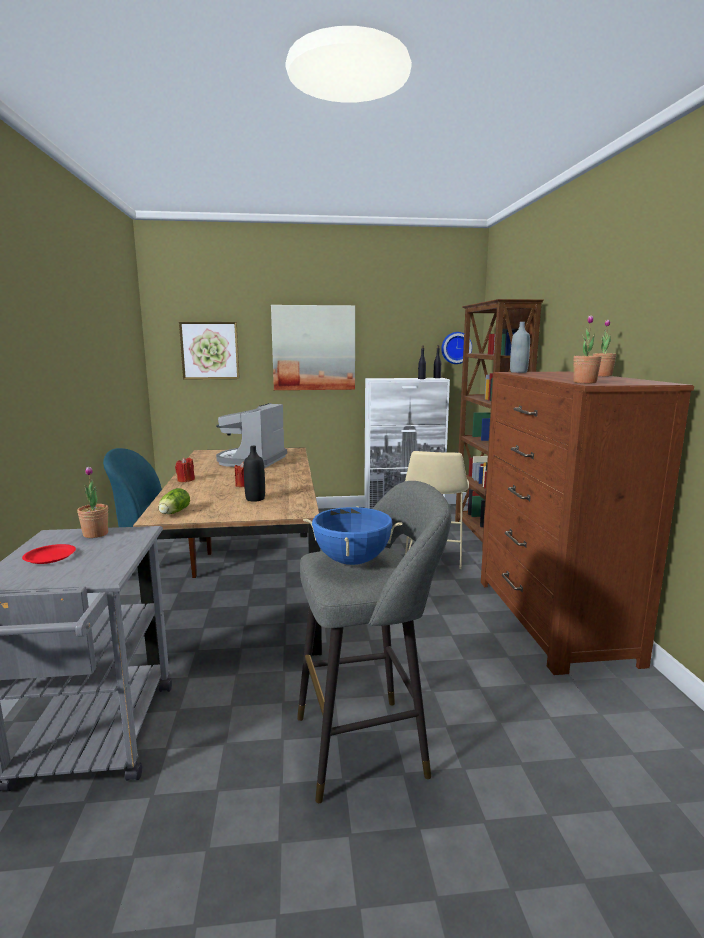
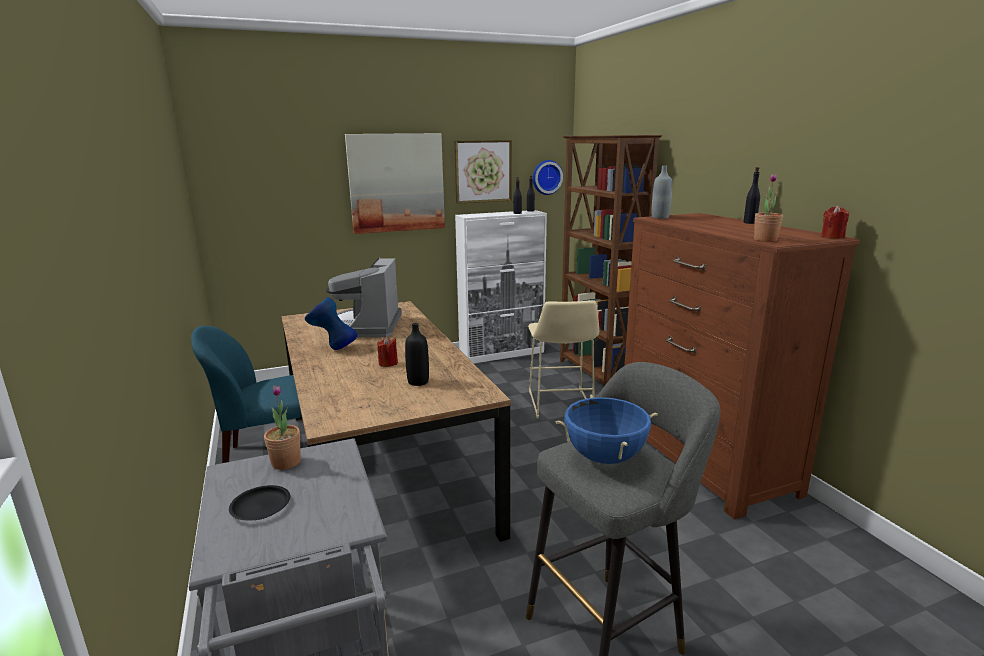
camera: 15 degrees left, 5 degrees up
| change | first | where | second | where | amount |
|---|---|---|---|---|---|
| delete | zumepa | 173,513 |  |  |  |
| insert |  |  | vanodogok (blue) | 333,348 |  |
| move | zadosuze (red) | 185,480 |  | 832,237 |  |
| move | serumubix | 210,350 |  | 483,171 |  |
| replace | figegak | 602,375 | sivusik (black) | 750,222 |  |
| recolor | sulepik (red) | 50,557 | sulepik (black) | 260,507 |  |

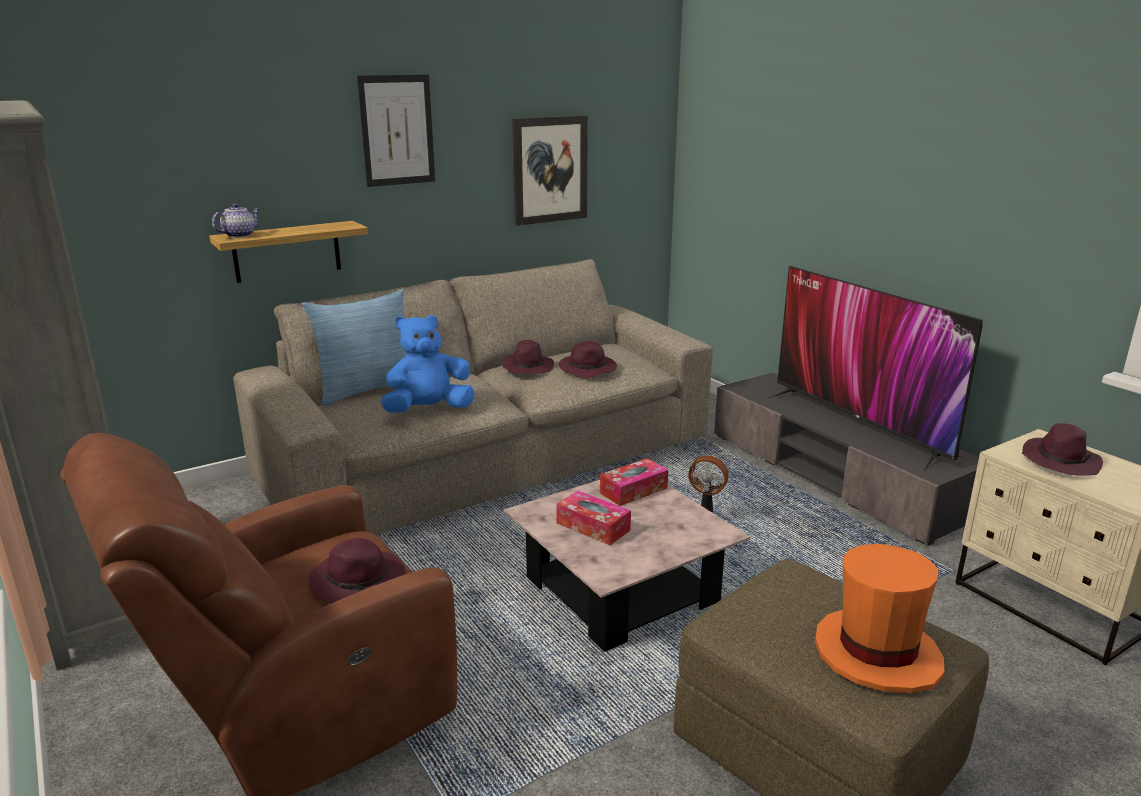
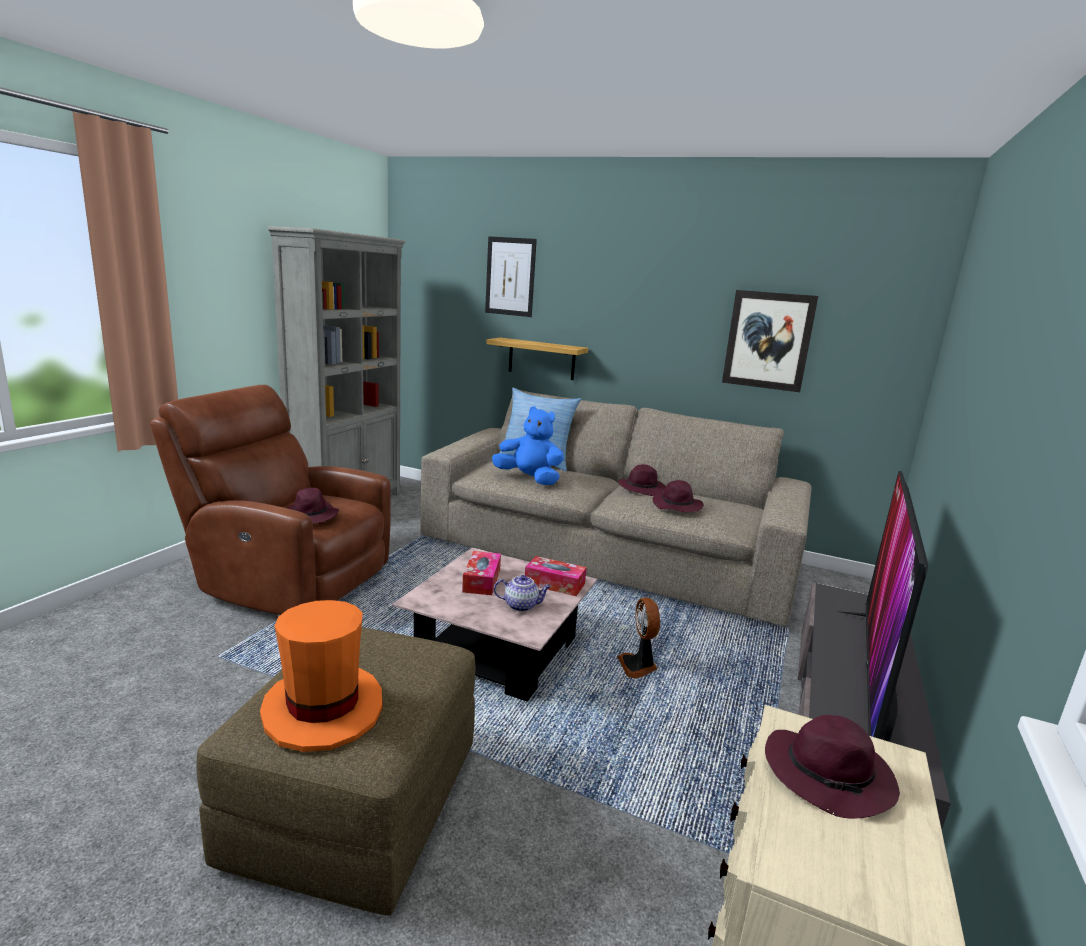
camera: 55 degrees right, 5 degrees down
| change | first | where | second | where | amount |
|---|---|---|---|---|---|
| move | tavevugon | 240,235 |  | 522,605 |  |
| move | serumubix | 397,130 |  | 510,276 |  |

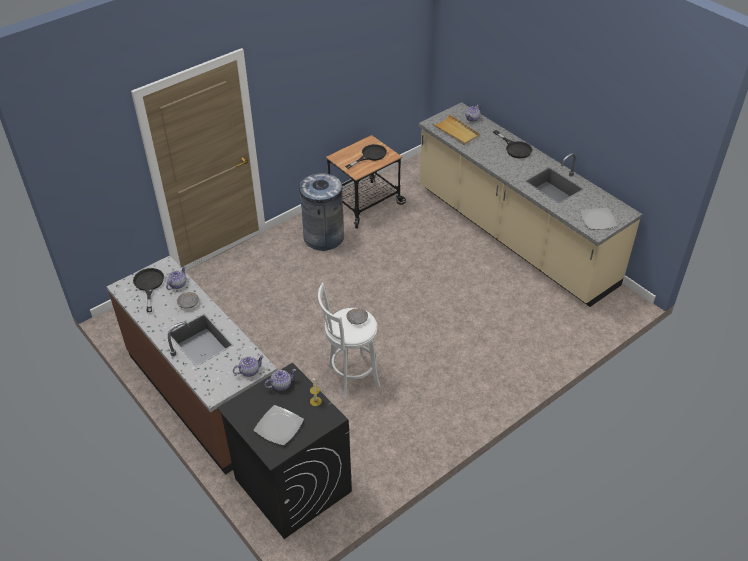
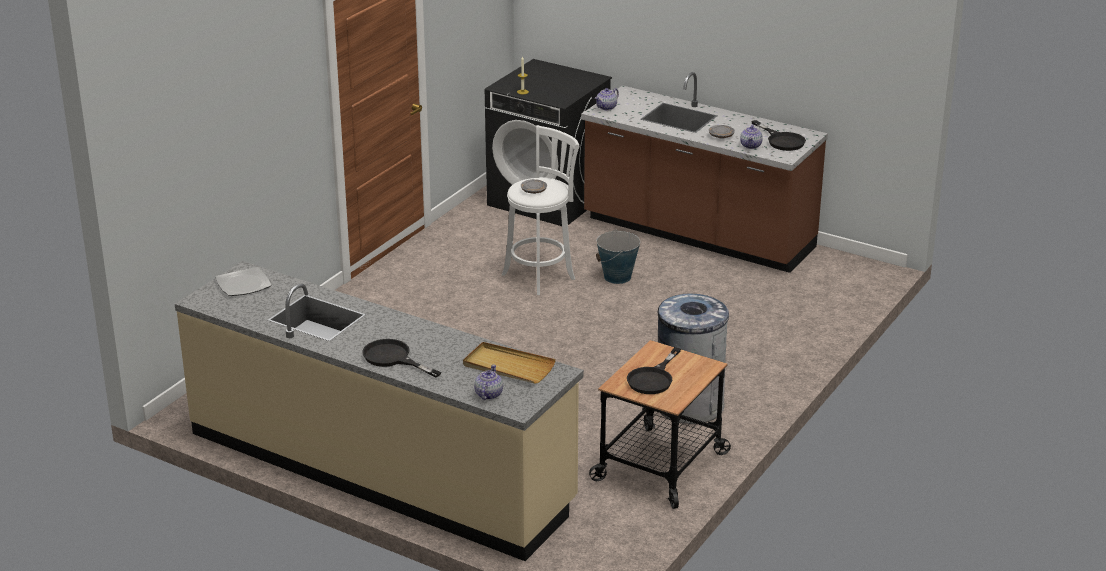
camera: 160 degrees right, 15 degrees down
| change | first | where | second | where | amount |
|---|---|---|---|---|---|
| delete | sulepik | 279,426 |  |  |  |
| delete | tavevugon | 281,385 |  |  |  |
| insert |  |  | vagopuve | 617,277 |  |

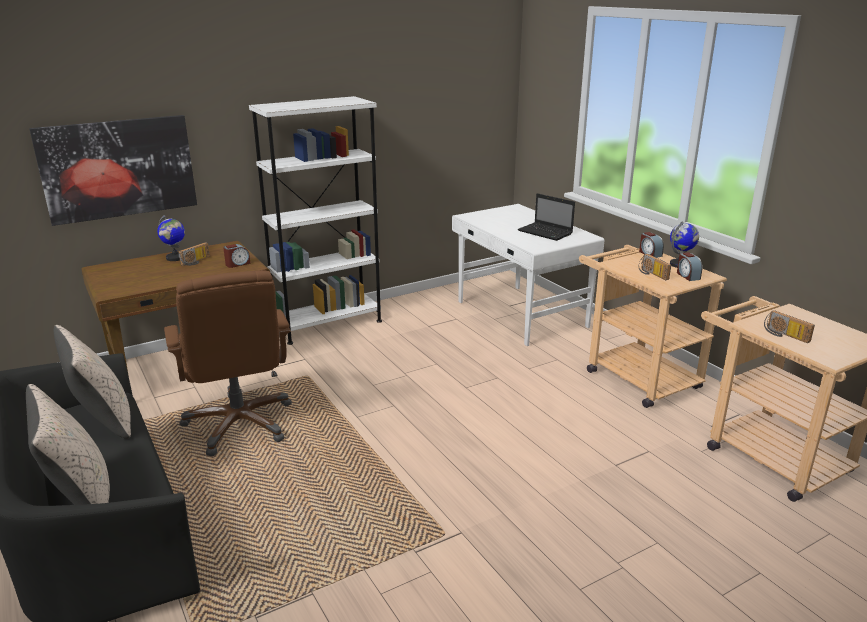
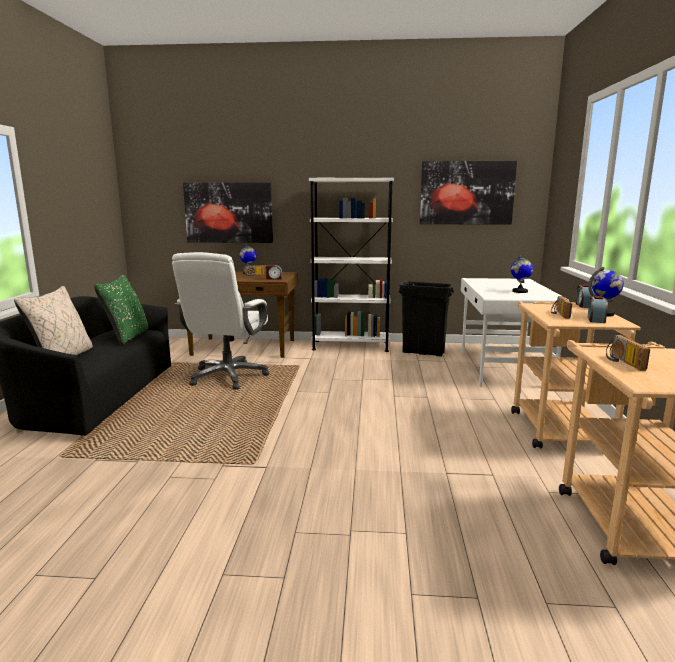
camera: 35 degrees right, 10 degrees down
| change | first | where | second | where | amount |
|---|---|---|---|---|---|
| insert |  |  | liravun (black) | 423,353 |  |
| insert |  |  | serumubix | 466,193 |  |
| replace | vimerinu | 546,232 | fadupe | 519,291 |  |
| recolor | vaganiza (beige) | 103,420 | vaganiza (green) | 127,336 |  |
| recolor | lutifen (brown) | 240,424 | lutifen (white) | 228,376 |  |

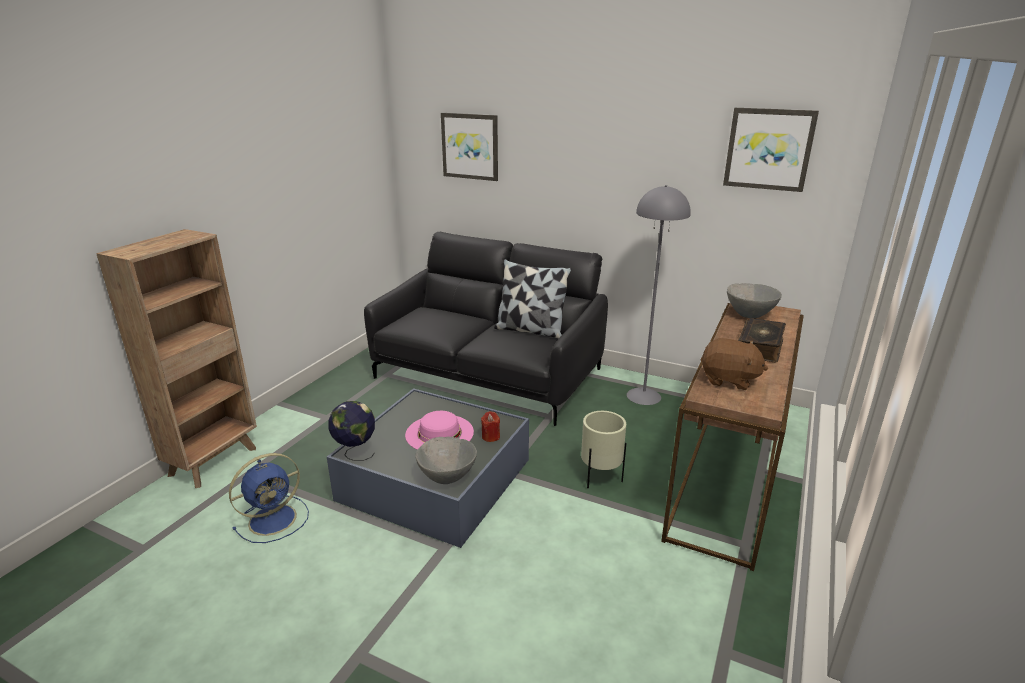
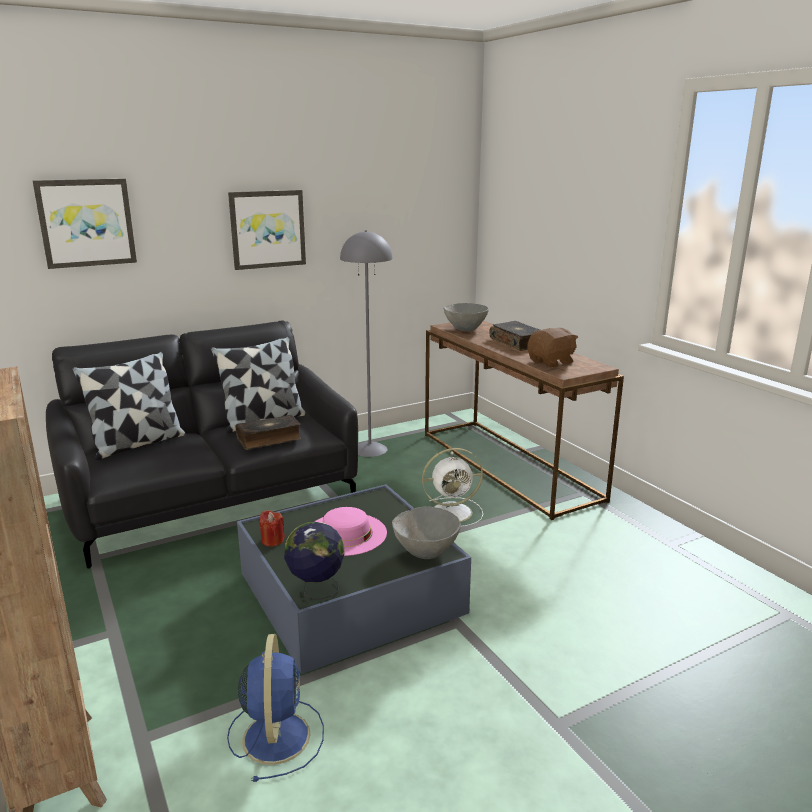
camera: 55 degrees left, 5 degrees down
| change | first | where | second | where | amount |
|---|---|---|---|---|---|
| insert |  |  | vaganiza | 137,444 |  |
| insert |  |  | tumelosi | 269,439 |  |
| move | zadosuze (red) | 490,436 |  | 272,540 |  |
| move | serumubix | 768,149 |  | 267,229 |  |
| replace | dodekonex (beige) | 600,479 | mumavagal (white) | 453,512 |  |

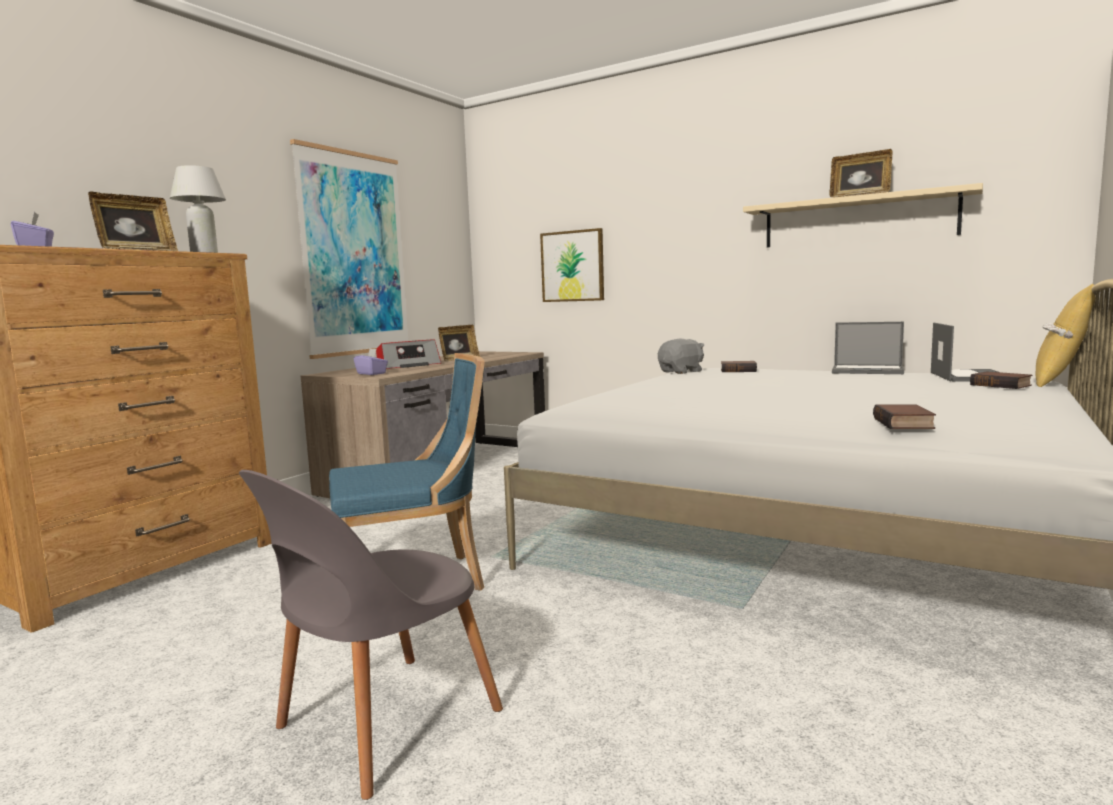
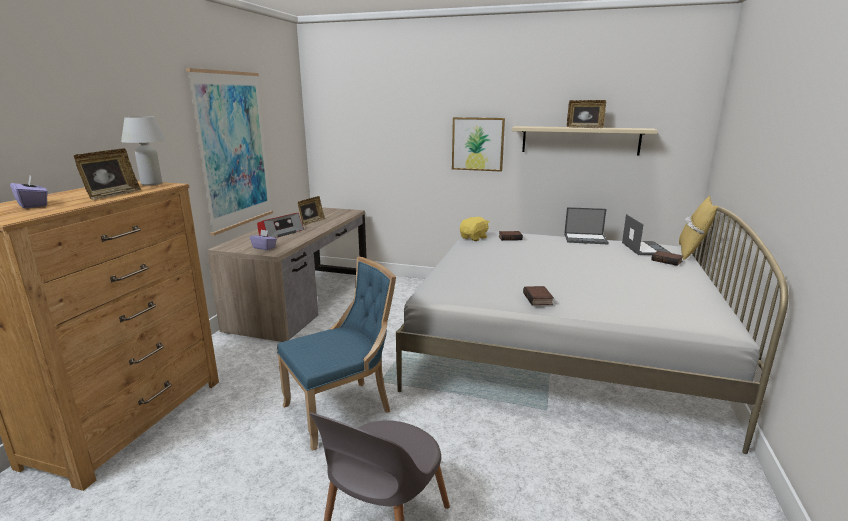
camera: 15 degrees left, 10 degrees up
| change | first | where | second | where | amount |
|---|---|---|---|---|---|
| move | serumubix | 572,266 |  | 477,144 |  |
| move | tumelosi | 905,423 |  | 538,299 |  |
| recolor | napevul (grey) | 681,372 | napevul (yellow) | 474,238 |  |

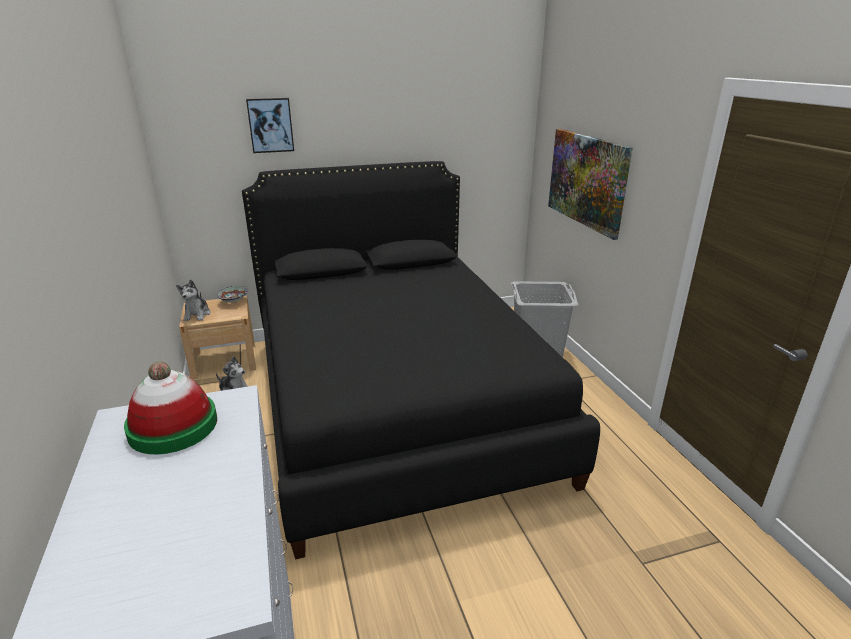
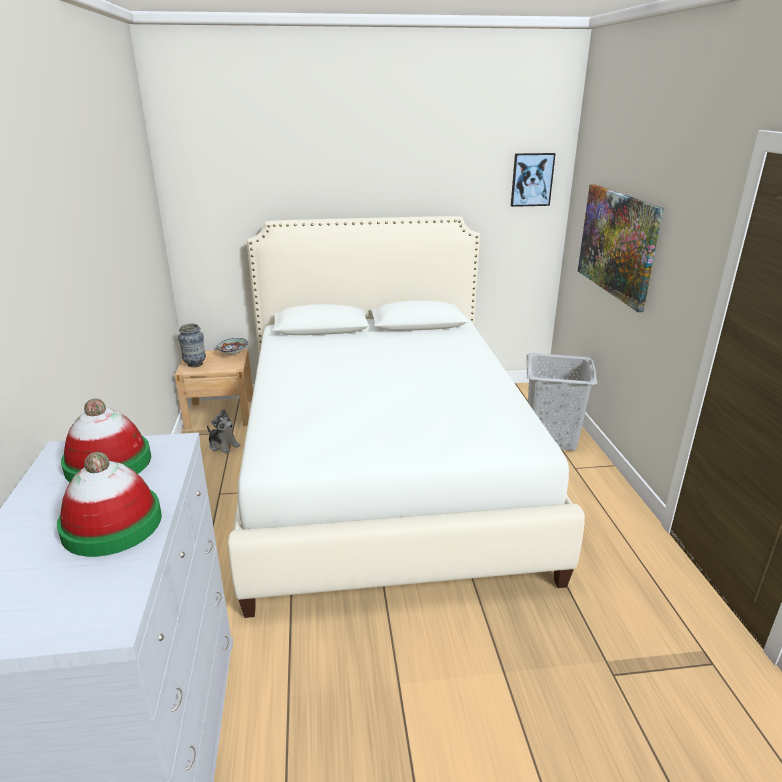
camera: 10 degrees right, 0 degrees up
| change | first | where | second | where | amount |
|---|---|---|---|---|---|
| insert |  |  | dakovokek | 112,524 |  |
| move | serumubix | 270,125 |  | 532,179 |  |
| replace | napevul | 197,314 | vanodogok | 195,364 |  |
| recolor | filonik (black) | 396,401 | filonik (white) | 384,472 |  |

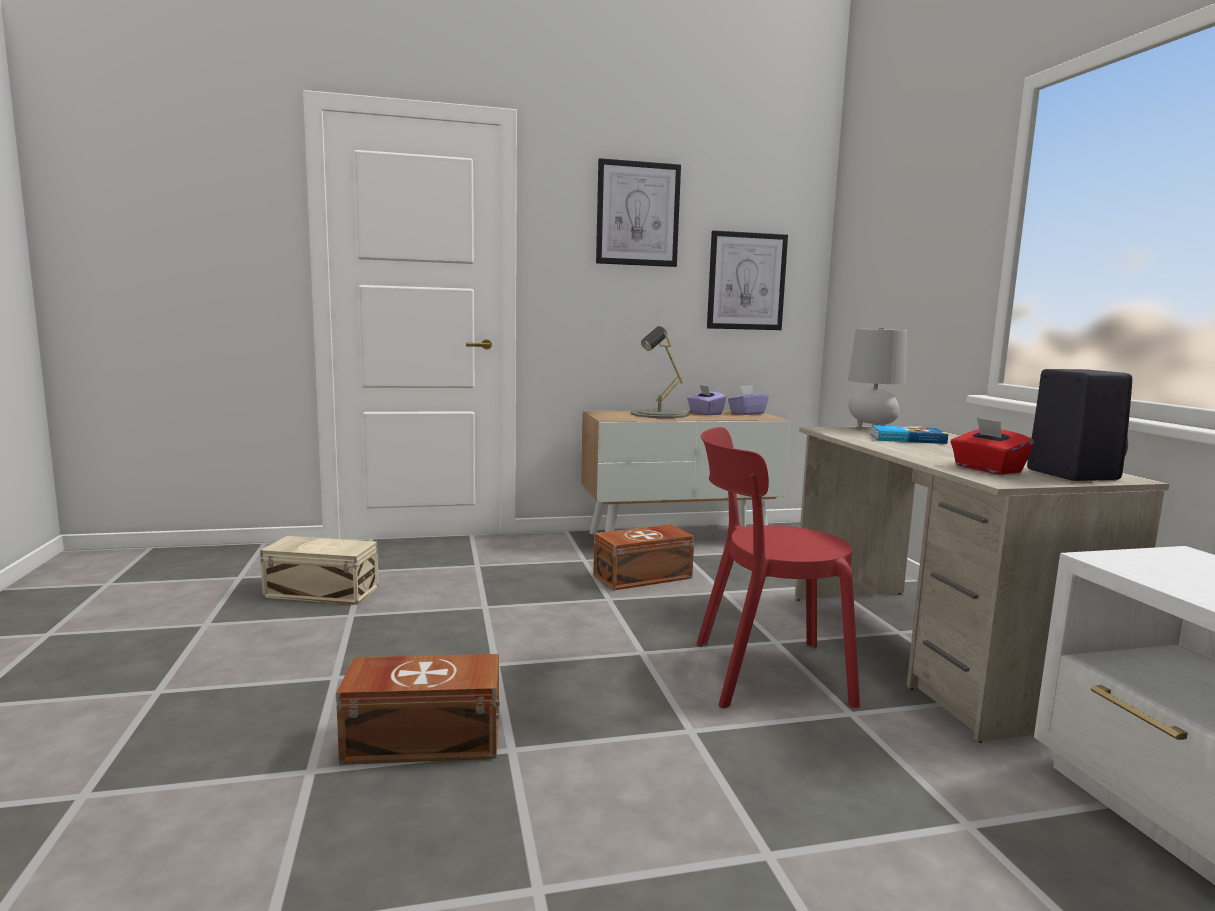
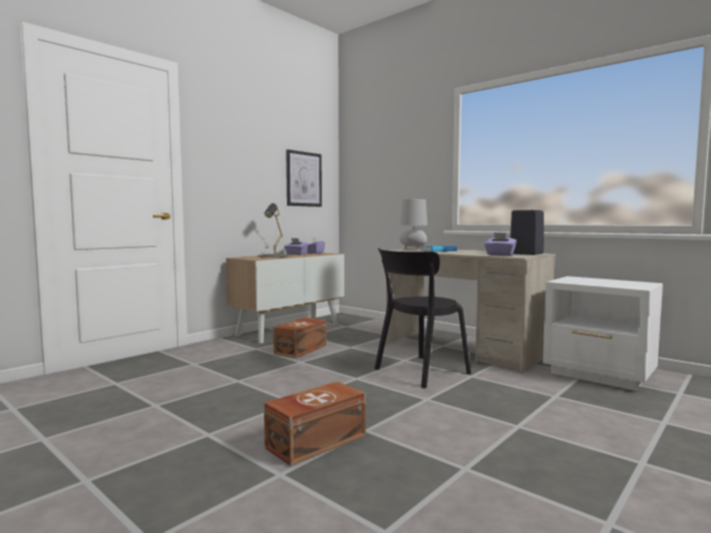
camera: 35 degrees left, 5 degrees down
| change | first | where | second | where | amount |
|---|---|---|---|---|---|
| delete | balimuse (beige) | 321,591 |  |  |  |
| delete | serumubix | 637,214 |  |  |  |
| recolor | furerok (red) | 762,673 | furerok (black) | 418,372 |  |
| recolor | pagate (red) | 987,469 | pagate (purple) | 499,254 |  |

